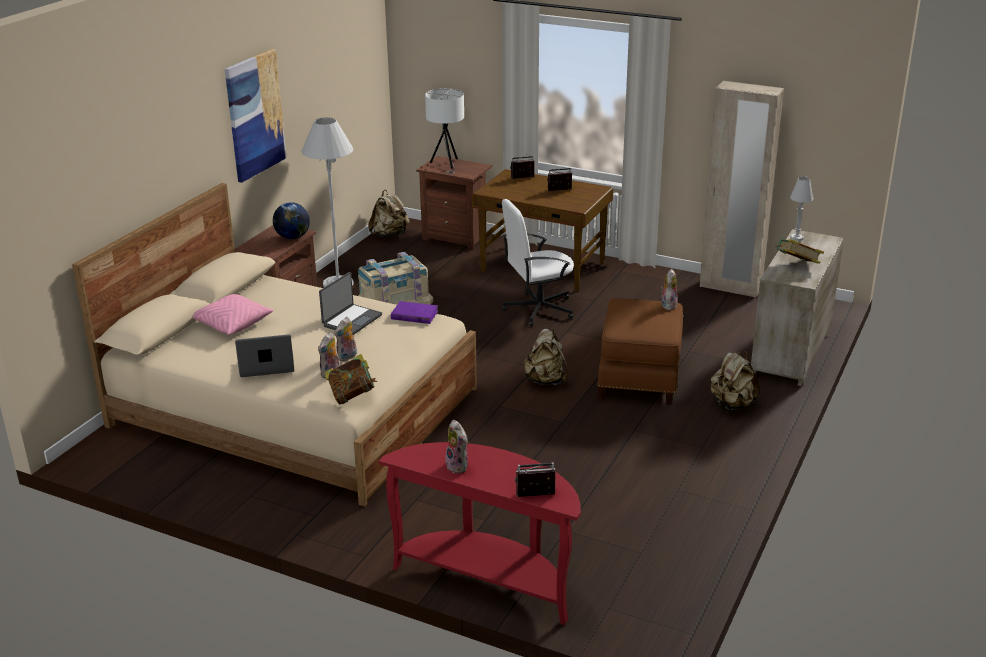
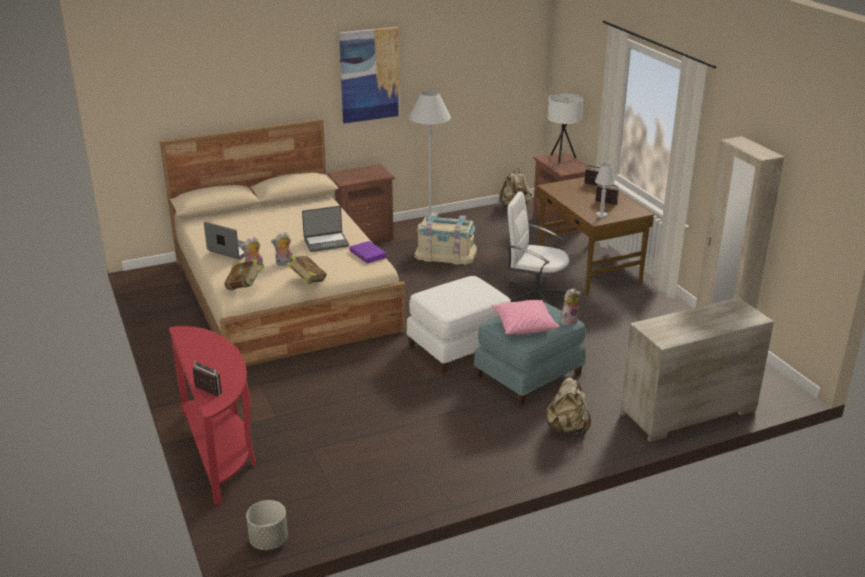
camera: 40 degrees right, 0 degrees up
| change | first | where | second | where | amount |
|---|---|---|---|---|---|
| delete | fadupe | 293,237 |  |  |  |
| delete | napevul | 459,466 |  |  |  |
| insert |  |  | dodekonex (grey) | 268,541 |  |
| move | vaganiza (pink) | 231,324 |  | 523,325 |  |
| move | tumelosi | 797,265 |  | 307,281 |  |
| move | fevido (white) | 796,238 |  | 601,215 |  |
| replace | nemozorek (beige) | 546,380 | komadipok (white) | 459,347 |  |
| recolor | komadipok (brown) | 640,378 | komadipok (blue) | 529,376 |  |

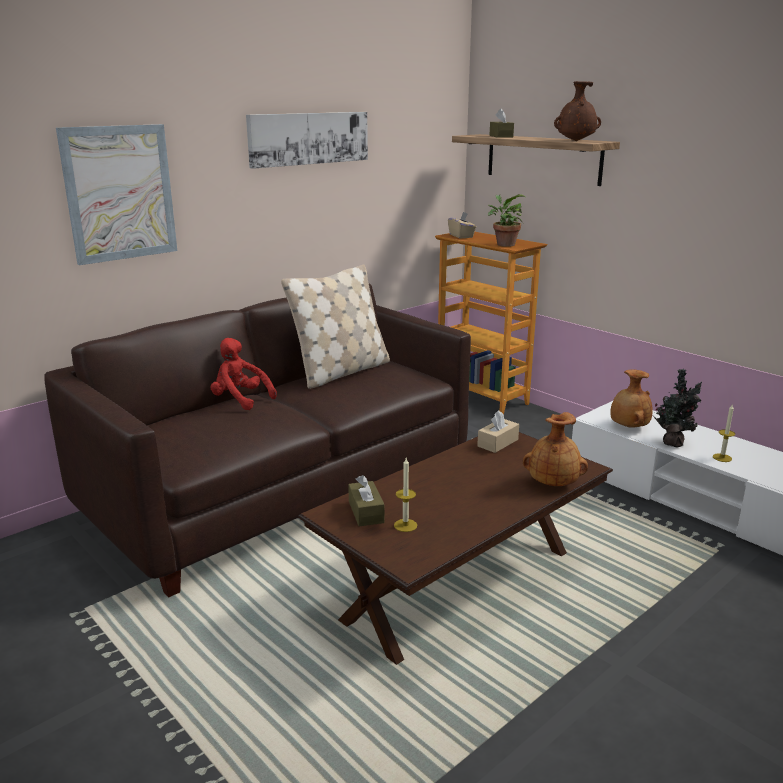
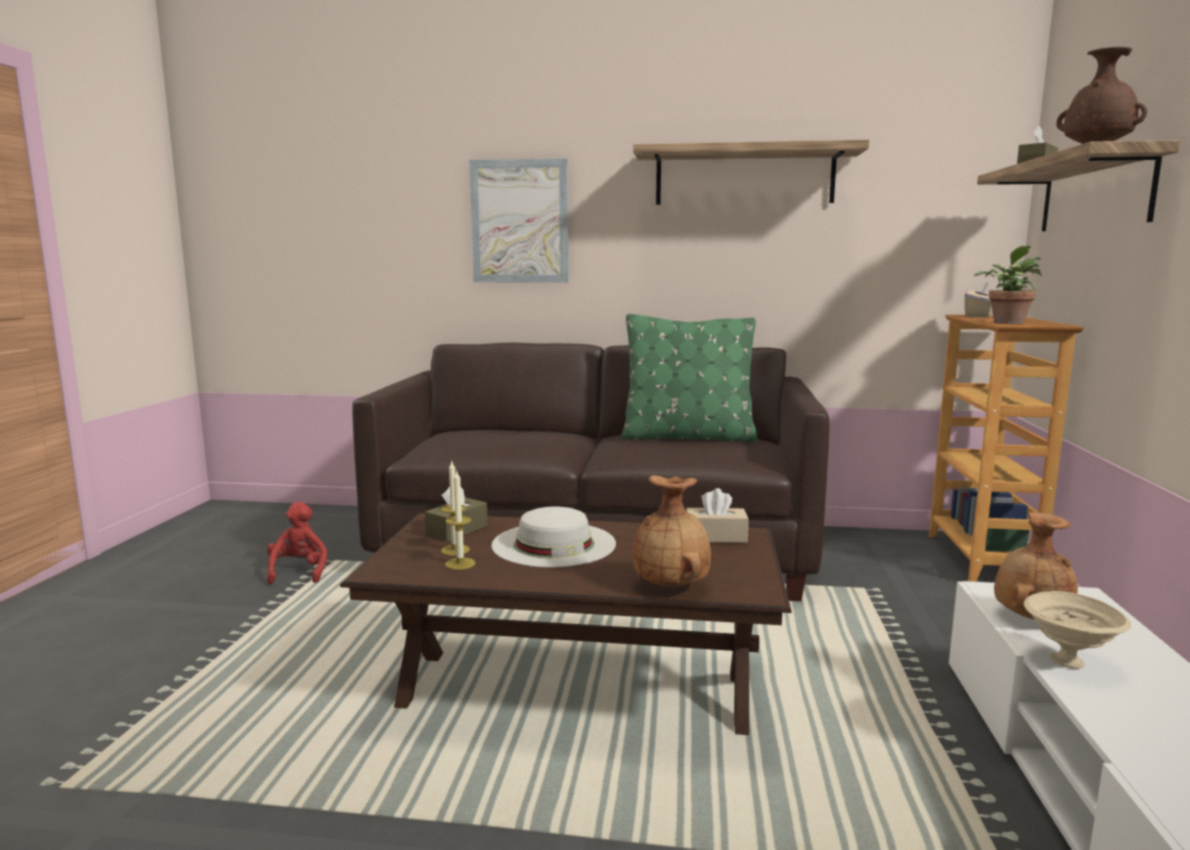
camera: 50 degrees right, 10 degrees down
| change | first | where | second | where | amount |
|---|---|---|---|---|---|
| insert |  |  | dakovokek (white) | 554,544 |  |
| move | napevul (red) | 240,400 |  | 299,572 |  |
| move | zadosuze | 722,458 |  | 460,563 |  |
| replace | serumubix | 309,138 | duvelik | 744,177 |  |
| replace | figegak | 673,443 | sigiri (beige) | 1069,662 |  |
| recolor | vaganiza (beige) | 341,372 | vaganiza (green) | 687,437 |  |

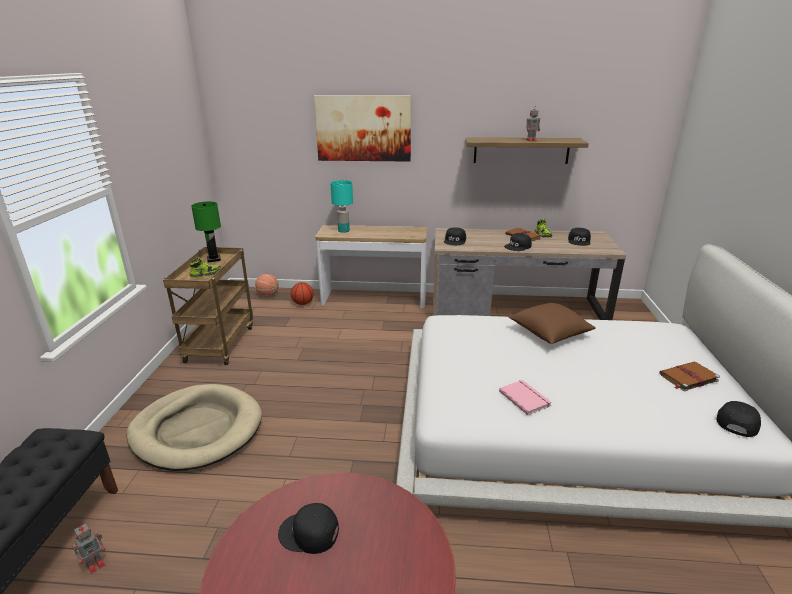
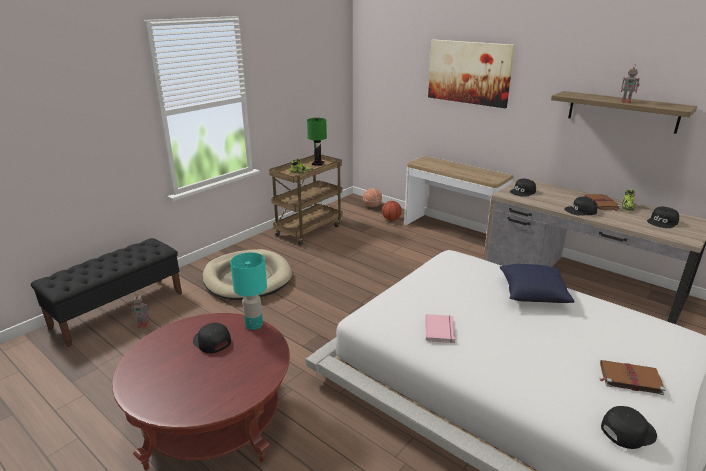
camera: 35 degrees right, 0 degrees up
| change | first | where | second | where | amount |
|---|---|---|---|---|---|
| move | fevido (turquoise) | 343,231 |  | 253,324 |  |
| recolor | vaganiza (brown) | 549,333 | vaganiza (blue) | 532,294 |  |

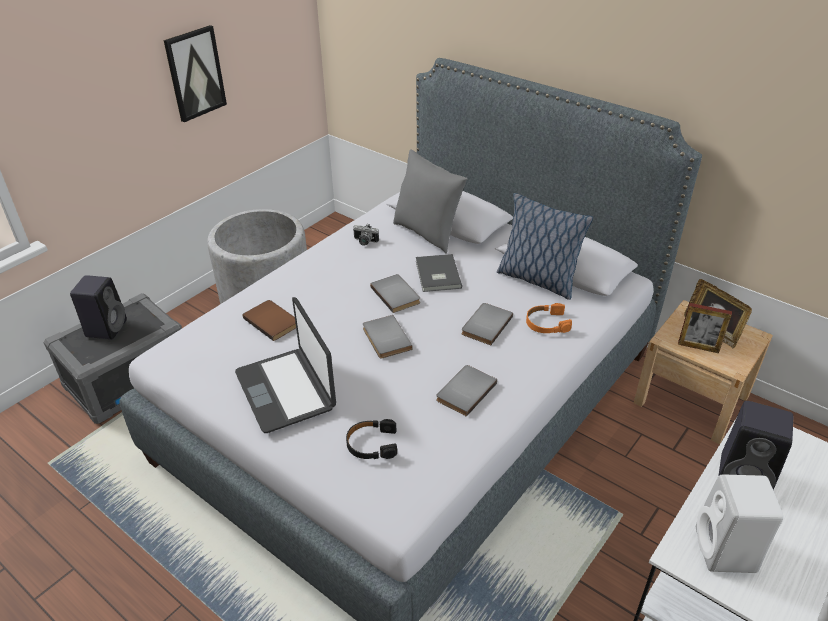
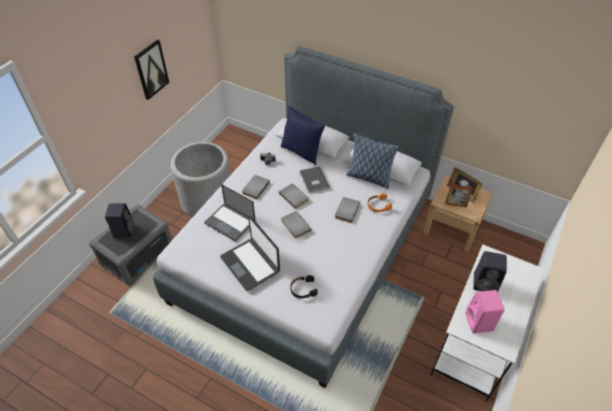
camera: 10 degrees left, 10 degrees up
| change | first | where | second | where | amount |
|---|---|---|---|---|---|
| move | tumelosi (grey) | 464,391 |  | 255,187 |  |
| replace | tumelosi (brown) | 273,321 | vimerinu | 230,222 |  |
| recolor | vaganiza (grey) | 427,233 | vaganiza (blue) | 302,152 |  |
| recolor | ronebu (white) | 726,552 | ronebu (pink) | 479,322 |  |

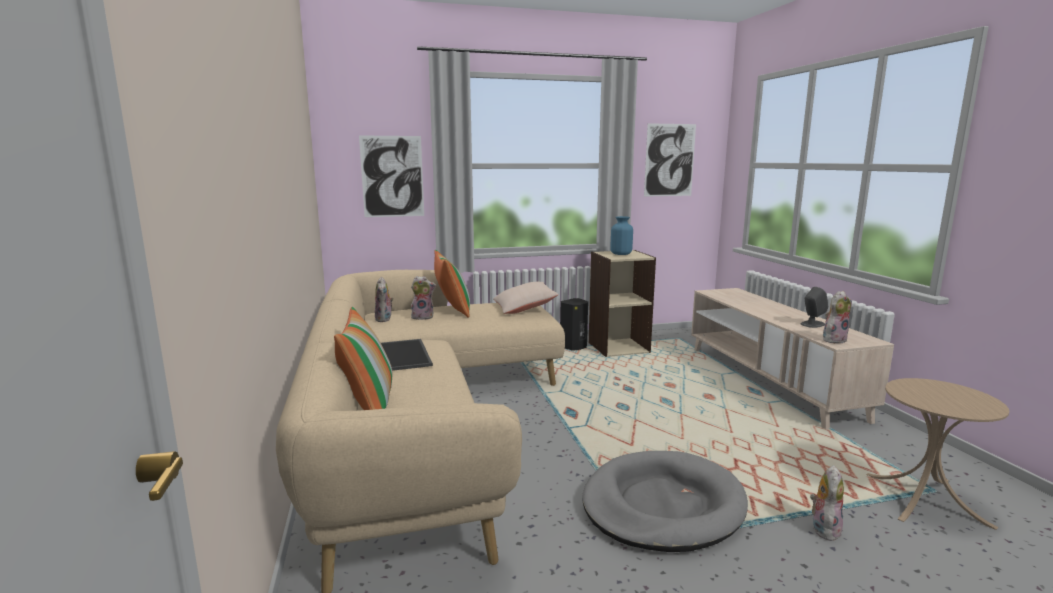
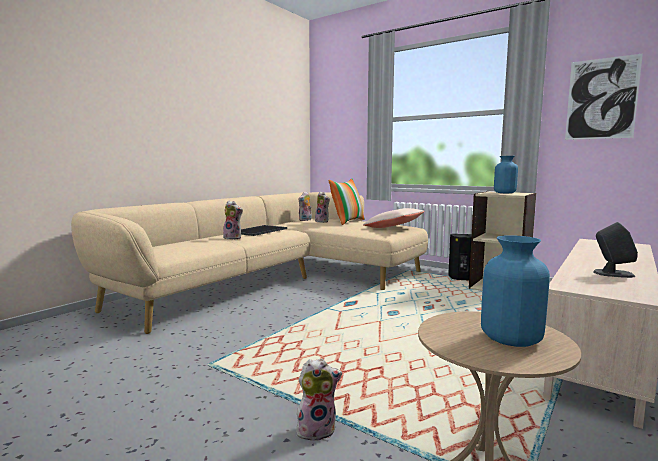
camera: 50 degrees right, 5 degrees down
| change | first | where | second | where | amount |
|---|---|---|---|---|---|
| delete | vaganiza | 368,405 |  |  |  |
| delete | serumubix | 392,176 |  |  |  |
| delete | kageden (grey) | 662,505 |  |  |  |
| insert |  |  | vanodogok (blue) | 511,339 |  |
| move | napevul | 833,339 |  | 233,238 |  |

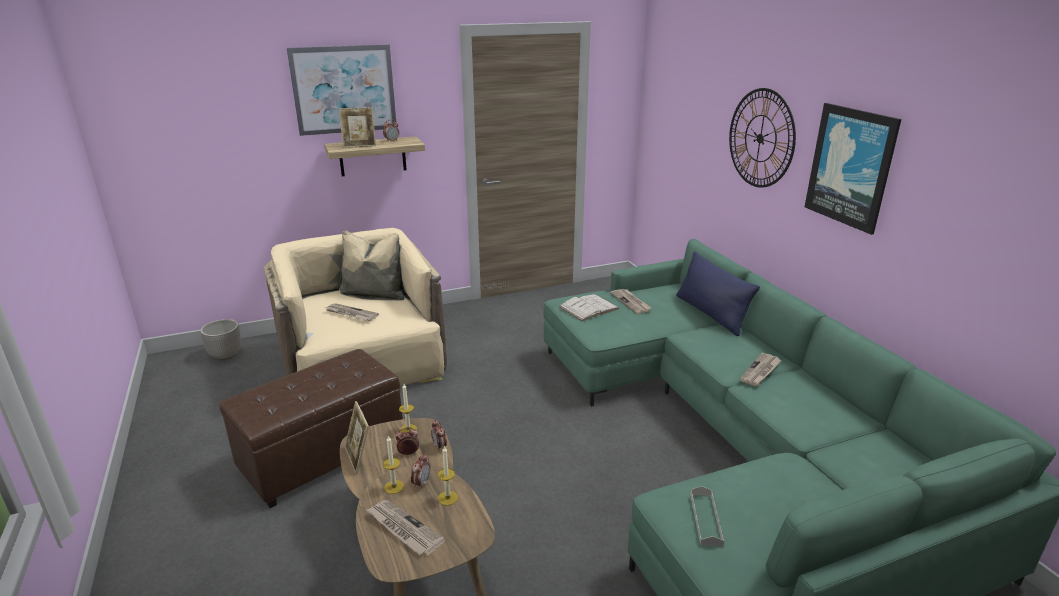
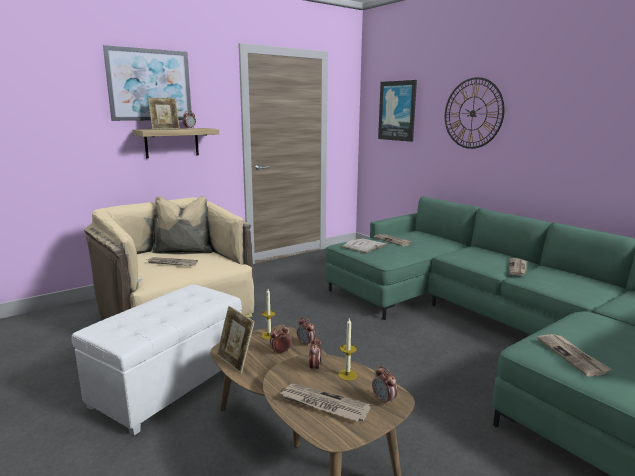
camera: 15 degrees left, 10 degrees down
| change | first | where | second | where | amount |
|---|---|---|---|---|---|
| delete | dodekonex | 226,355 |  |  |  |
| delete | zadosuze | 394,487 |  |  |  |
| delete | vaganiza (blue) | 711,314 |  |  |  |
| insert |  |  | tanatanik | 384,400 |  |
| move | serumubix | 851,167 |  | 397,111 |  |
| replace | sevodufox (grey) | 706,519 | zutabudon | 572,356 |  |
| recolor | komadipok (brown) | 322,454 | komadipok (white) | 169,383 |  |

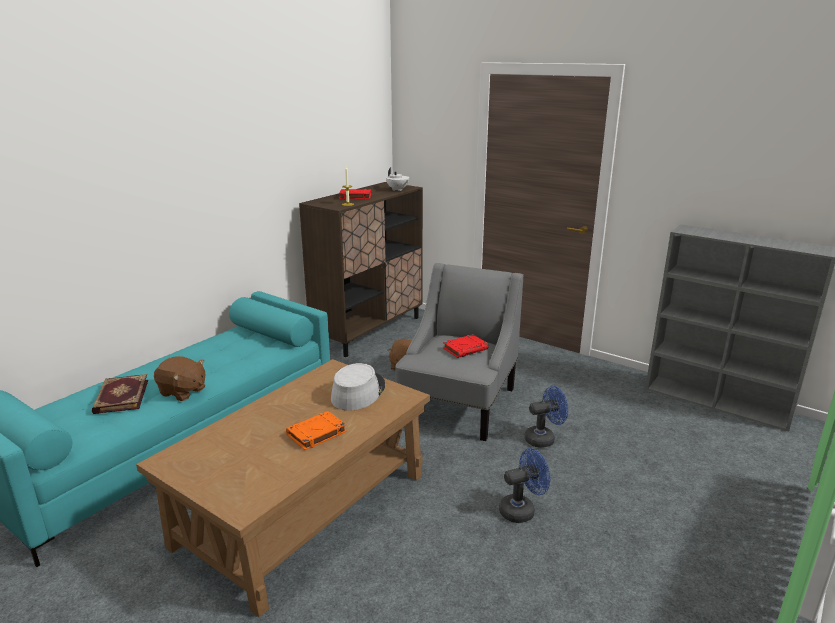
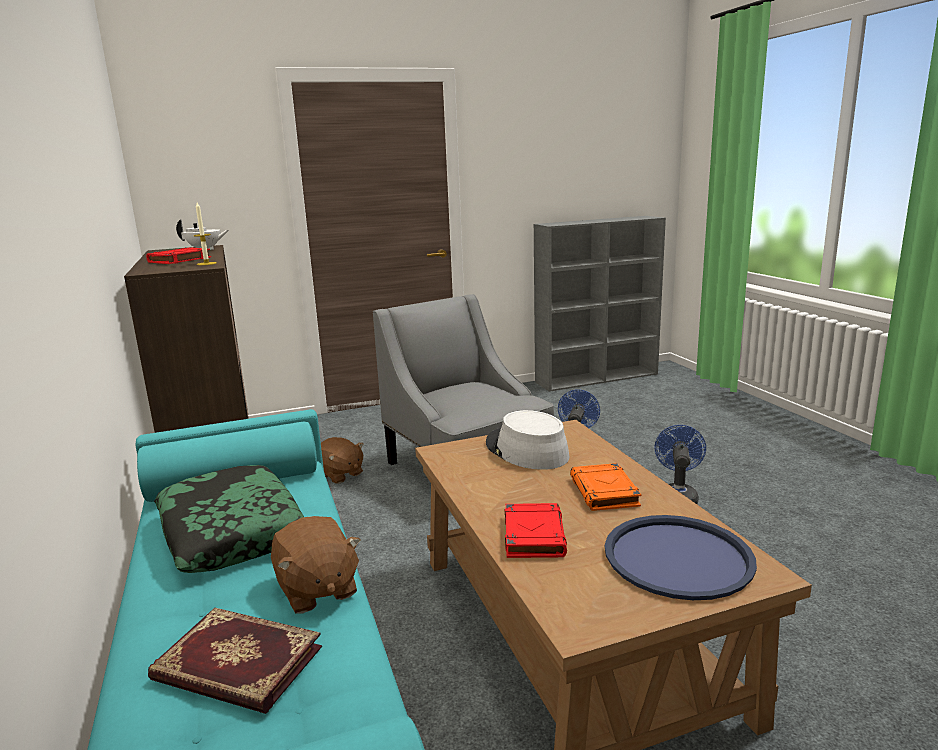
camera: 55 degrees left, 5 degrees down
| change | first | where | second | where | amount |
|---|---|---|---|---|---|
| insert |  |  | vaganiza | 230,531 |  |
| insert |  |  | sevodufox (blue) | 678,557 |  |
| move | tumelosi (red) | 465,349 |  | 533,535 |  |
| rotate | napevul (brown) | 182,392 |  | 317,590 | 90 degrees clockwise |

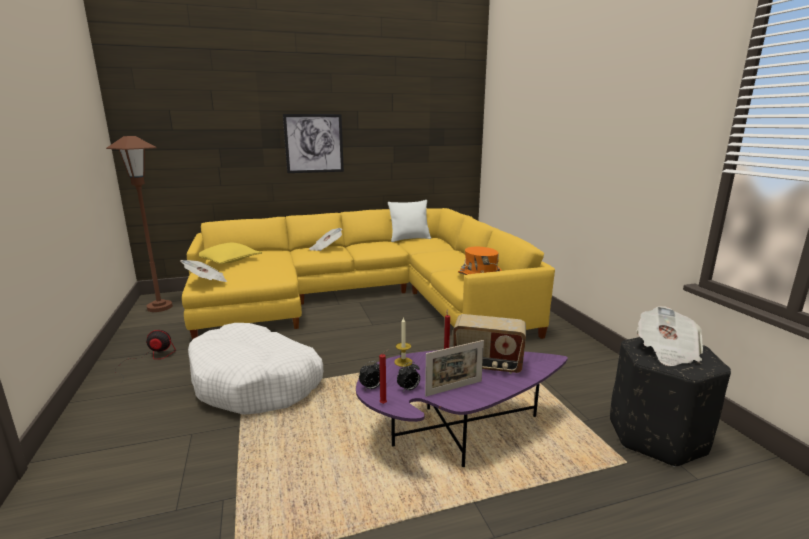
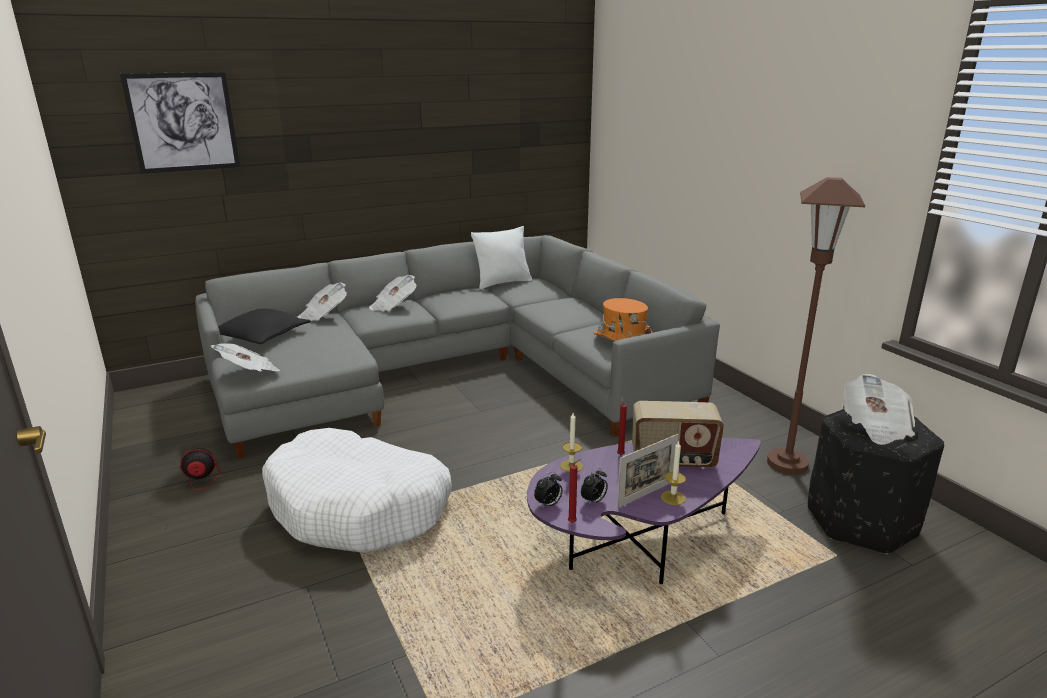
camera: 10 degrees left, 5 degrees up
| change | first | where | second | where | amount |
|---|---|---|---|---|---|
| insert |  |  | zutabudon | 323,315 |  |
| insert |  |  | zadosuze | 673,498 |  |
| move | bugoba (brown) | 160,307 |  | 787,464 |  |
| move | serumubix | 314,143 |  | 183,122 |  |
| recolor | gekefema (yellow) | 364,298 | gekefema (grey) | 453,373 |  |
| recolor | vaganiza (yellow) | 228,261 | vaganiza (black) | 261,336 |  |

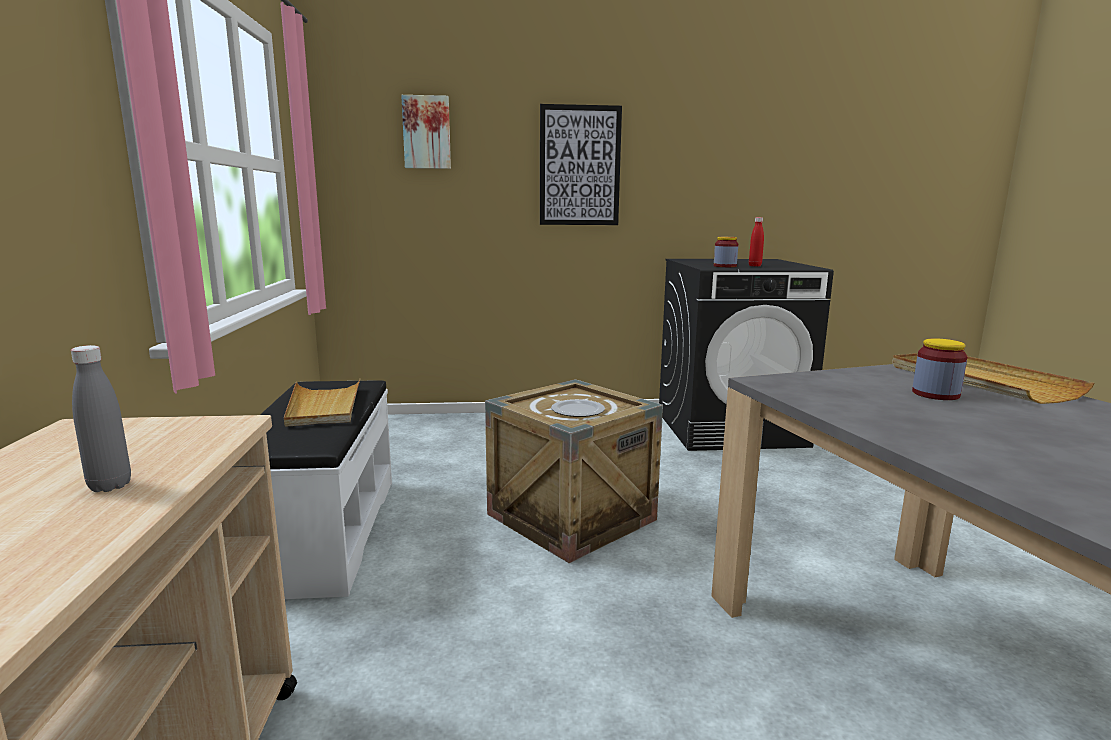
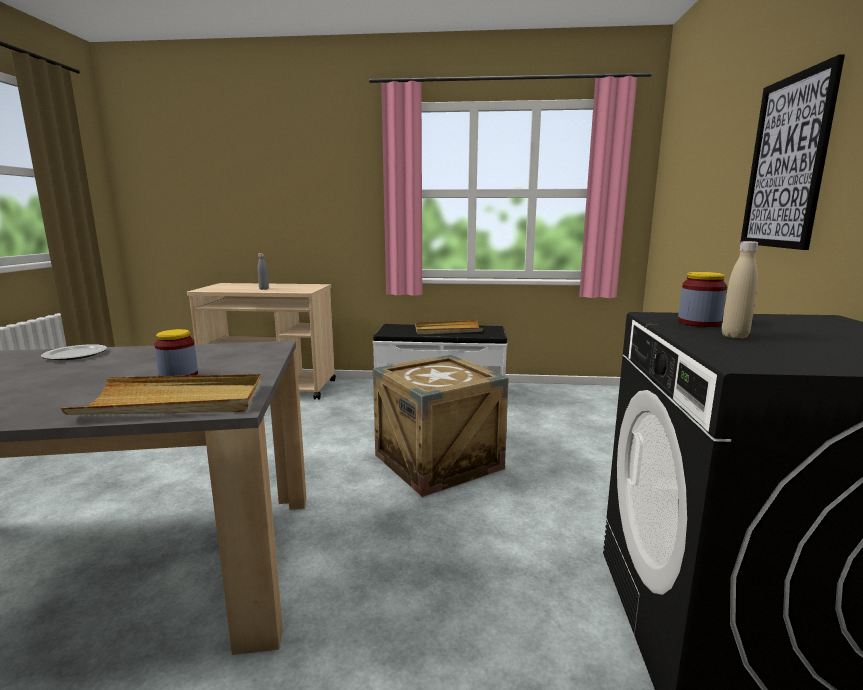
camera: 100 degrees right, 0 degrees up
| change | first | where | second | where | amount |
|---|---|---|---|---|---|
| delete | serumubix | 427,132 |  |  |  |
| move | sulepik | 578,411 |  | 74,355 |  |
| recolor | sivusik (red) | 755,266 | sivusik (beige) | 734,336 |  |

